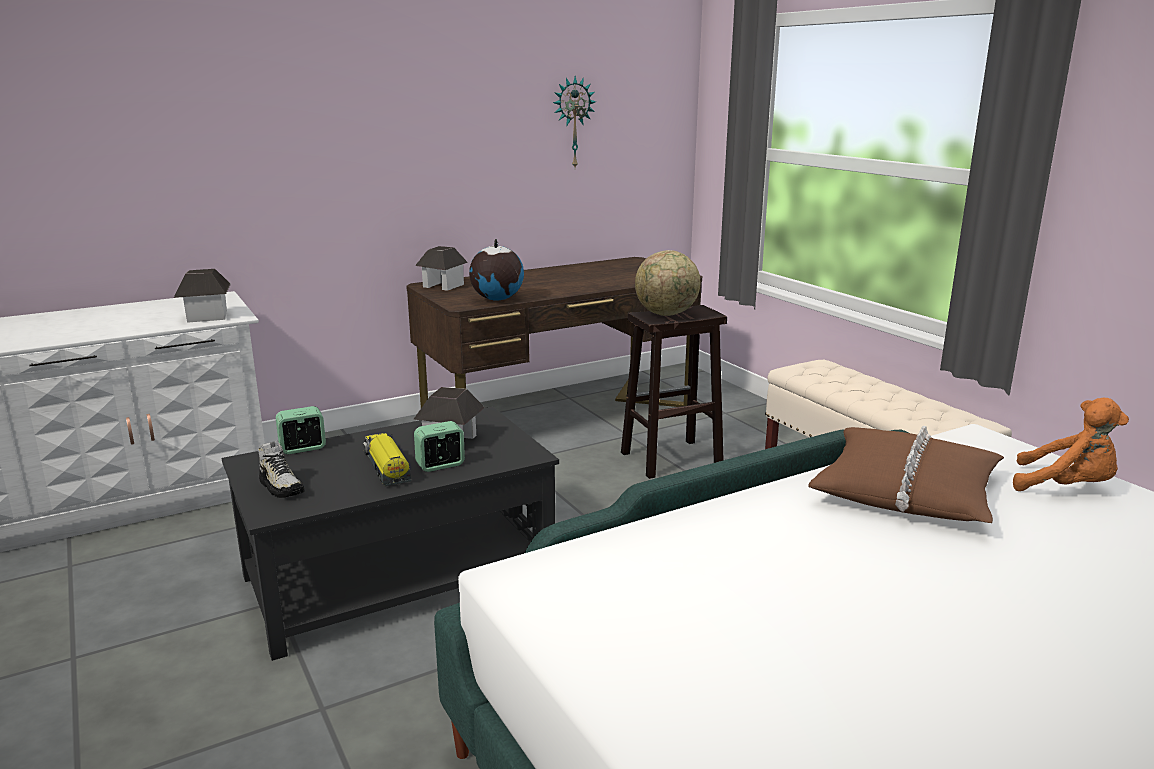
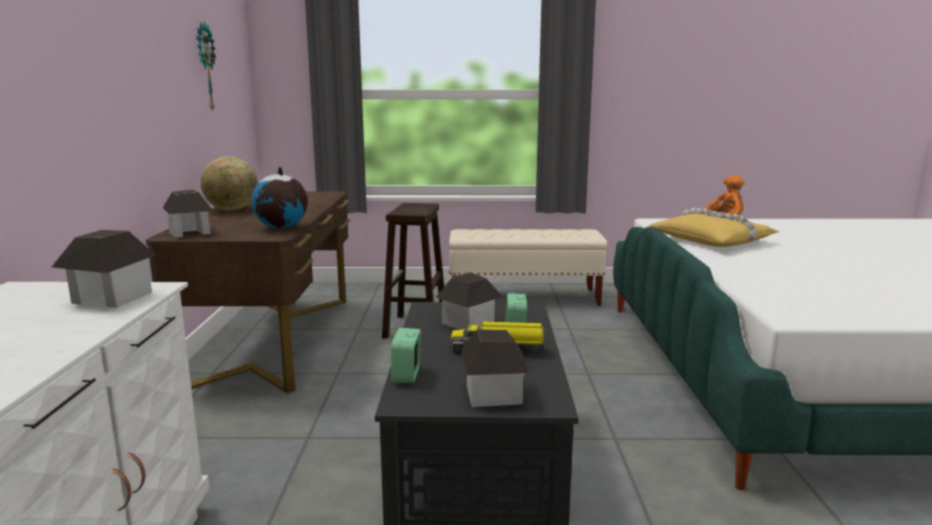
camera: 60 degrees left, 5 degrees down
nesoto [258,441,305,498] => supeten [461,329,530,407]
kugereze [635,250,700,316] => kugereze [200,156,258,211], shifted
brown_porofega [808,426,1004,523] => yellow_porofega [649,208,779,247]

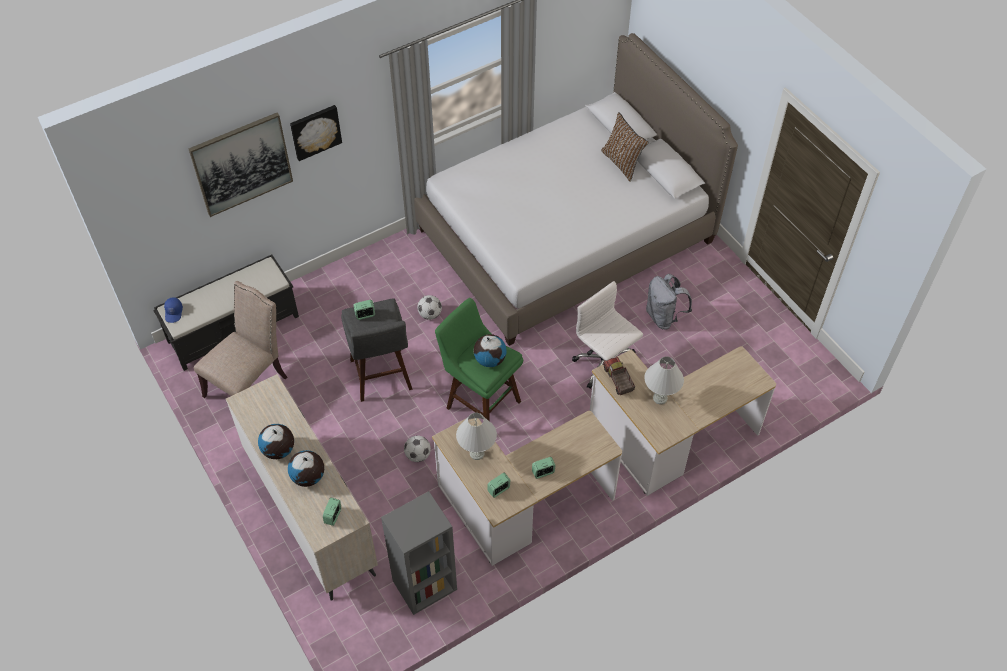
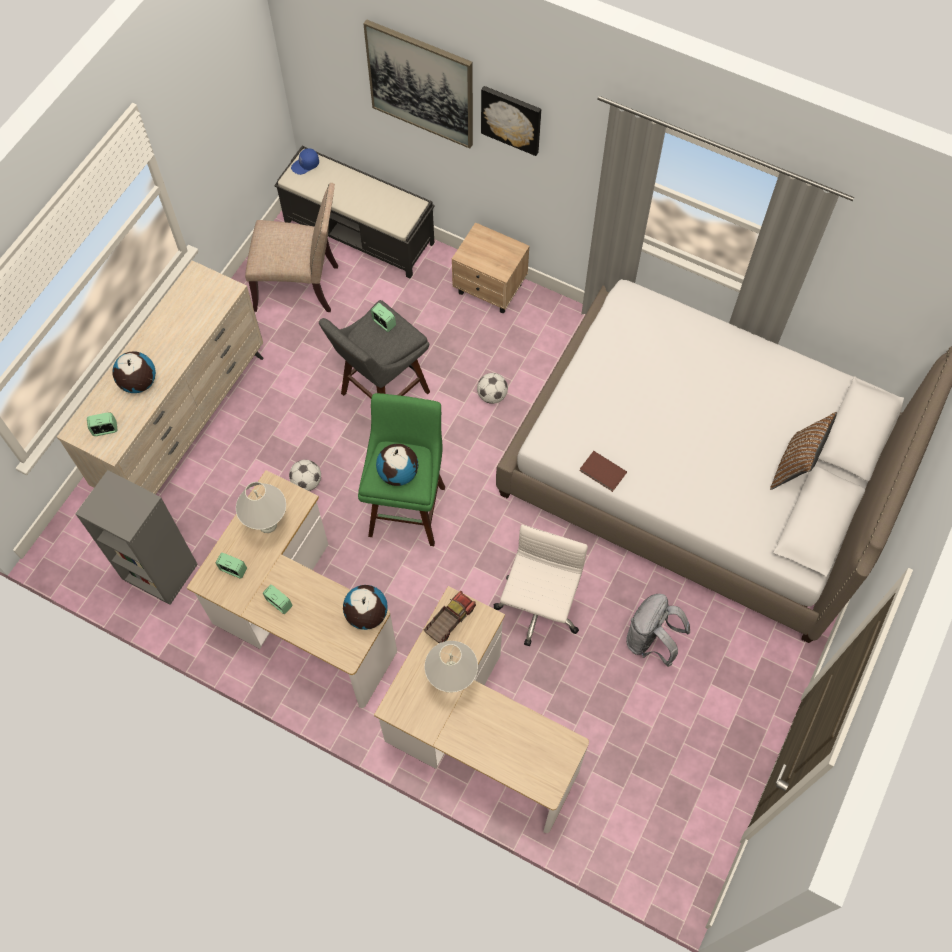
camera: 60 degrees right, 10 degrees up
kugereze [258,424,294,459] => kugereze [343,585,388,630], shifted
nothing => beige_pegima [452,222,530,313]
nothing => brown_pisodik [580,451,627,492]

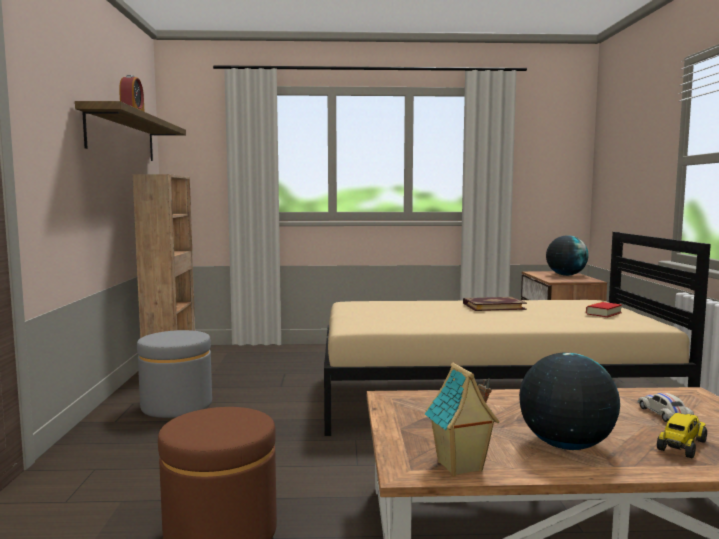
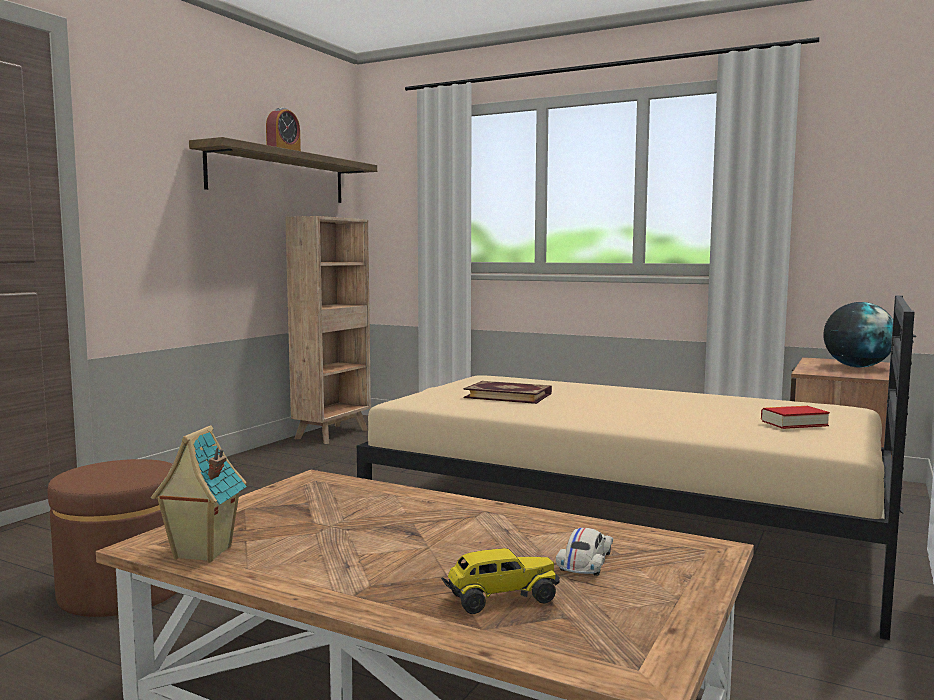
camera: 30 degrees right, 0 degrees up
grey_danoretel [137,330,212,418] => nothing
pisodik [463,297,527,311] => pisodik [463,381,552,404], shifted
kugereze [519,353,620,450] => nothing

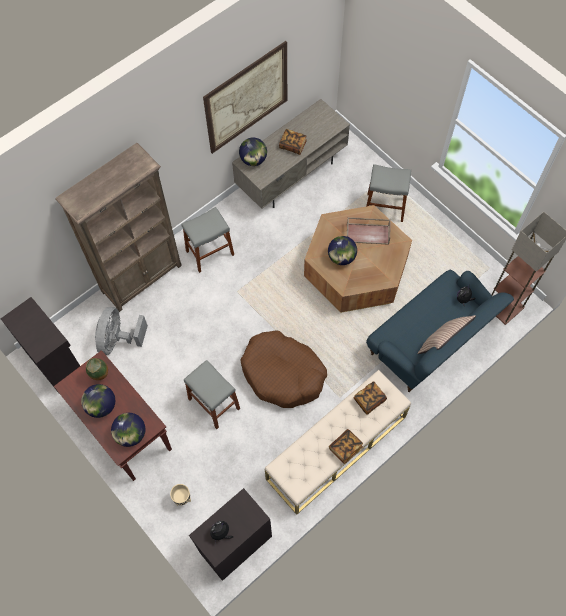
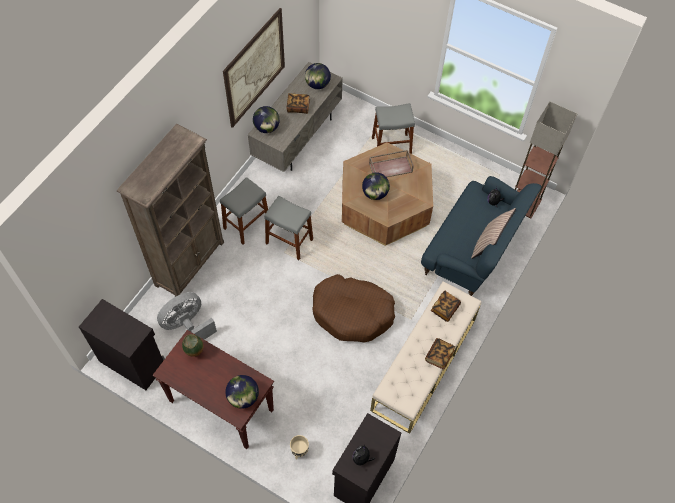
camera: 20 degrees left, 5 degrees down
kugereze [81,384,115,418] => kugereze [305,63,331,89], shifted
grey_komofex [95,307,148,355] => grey_komofex [157,292,217,340], 60 degrees clockwise
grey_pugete [184,360,240,429] => grey_pugete [264,196,313,260], shifted

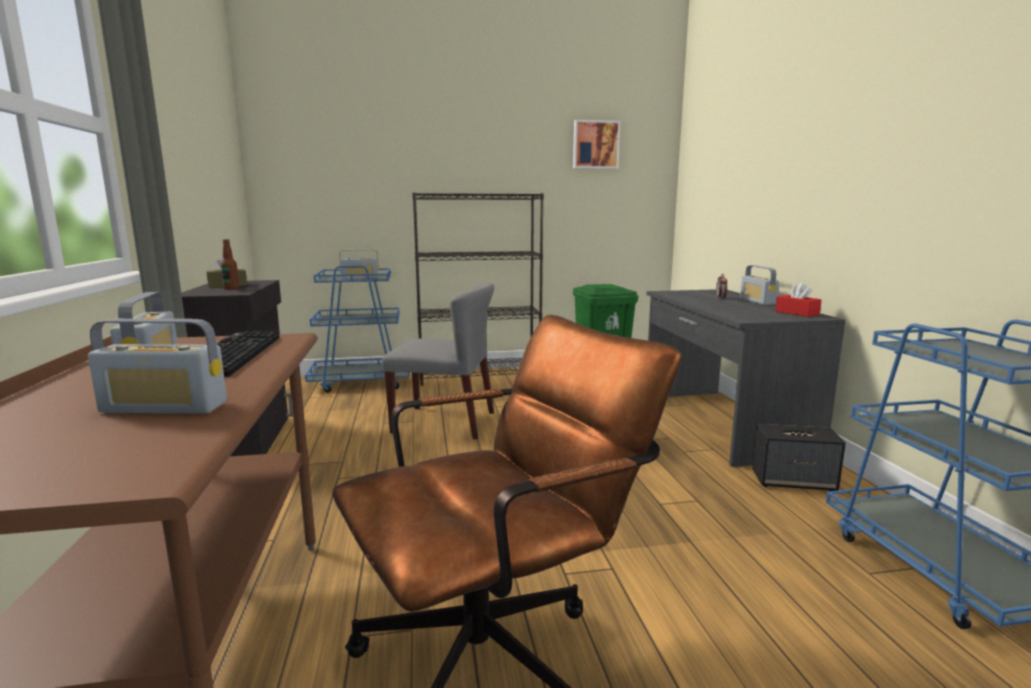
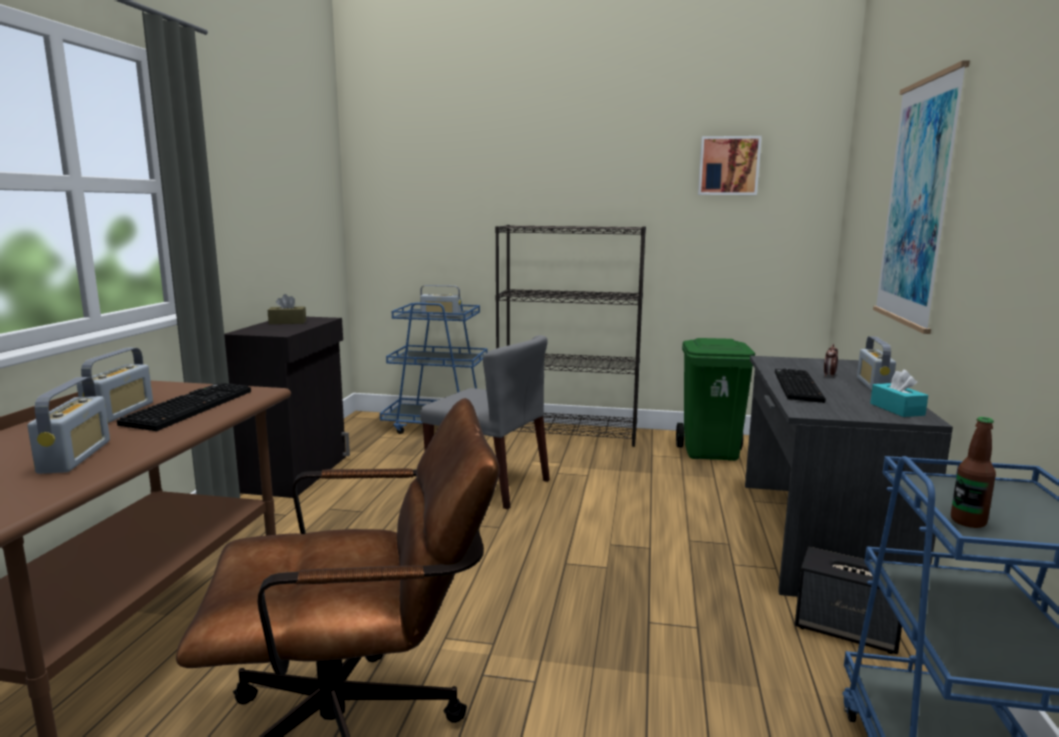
camera: 20 degrees right, 0 degrees up
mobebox [88,319,227,413] => mobebox [27,377,110,474], 120 degrees counterclockwise
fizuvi [221,239,239,290] => fizuvi [951,417,996,528], shifted
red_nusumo [775,282,822,317] => turquoise_nusumo [870,370,928,417]
nothing => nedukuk [775,368,826,403]
nothing => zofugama [873,60,970,334]

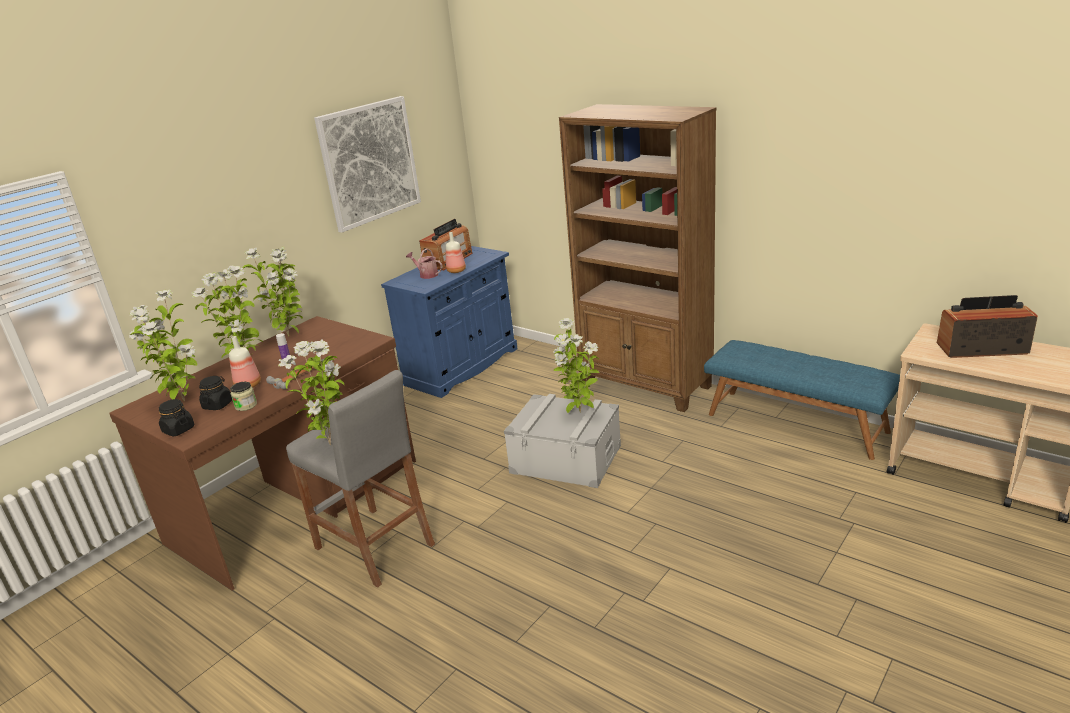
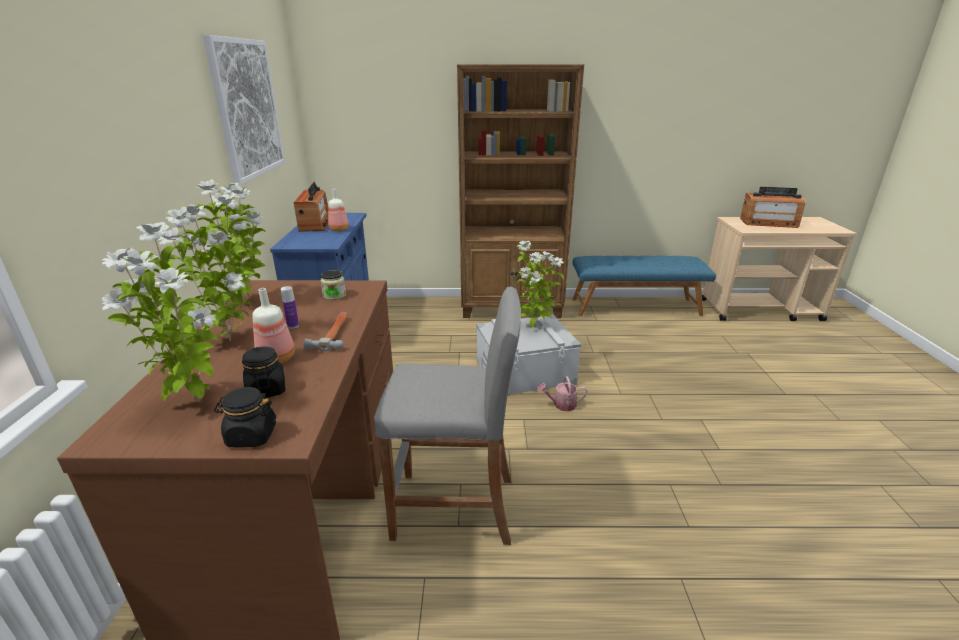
camera: 40 degrees left, 0 degrees up
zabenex [230,382,257,411] => zabenex [321,270,346,300], shifted
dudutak [278,339,344,445] => nothing
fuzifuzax [406,248,442,279] => fuzifuzax [537,376,587,411], shifted
mobebox [937,295,1038,358] => mobebox [740,187,806,228], 135 degrees counterclockwise

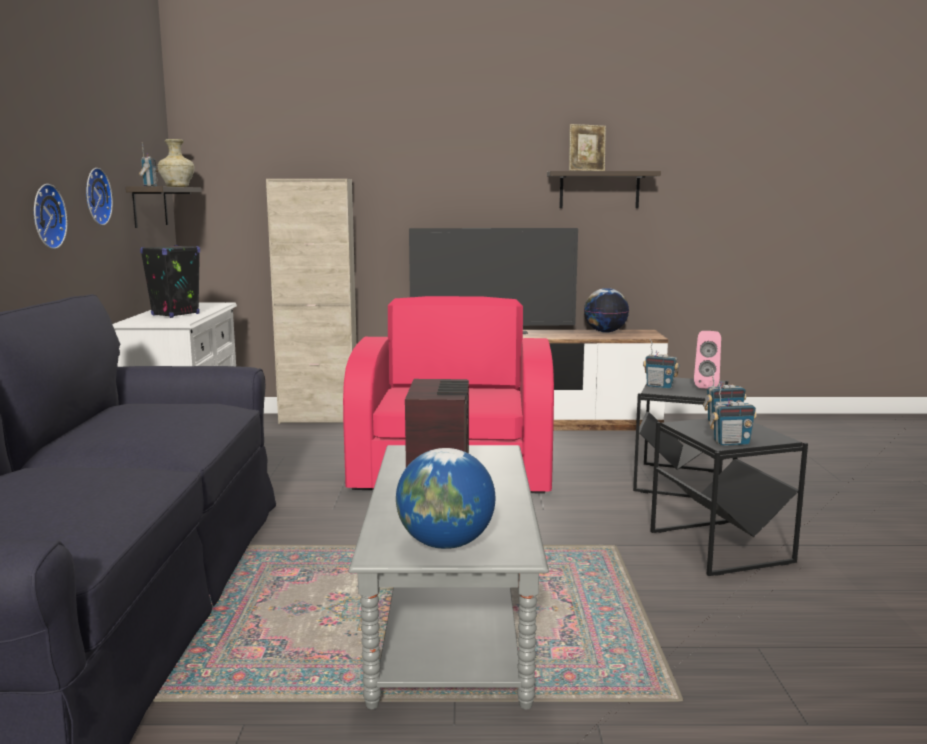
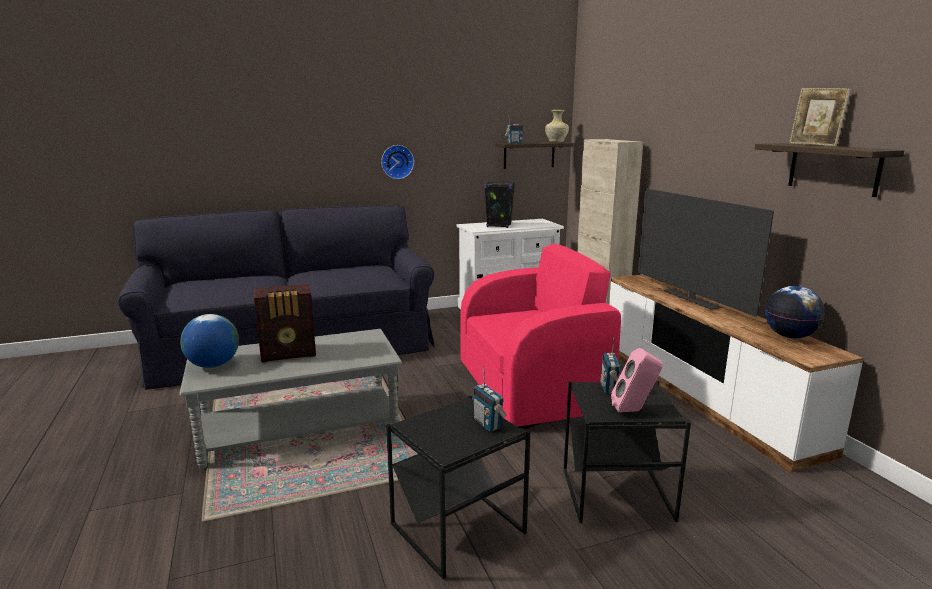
camera: 70 degrees right, 5 degrees up
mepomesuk [86,168,113,226] => nothing
mobebox [709,383,757,446] => nothing

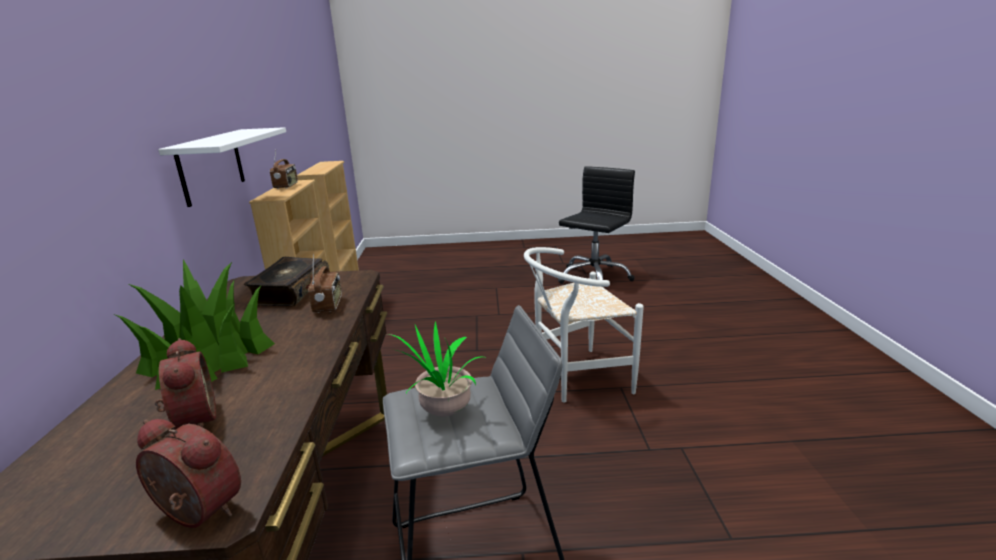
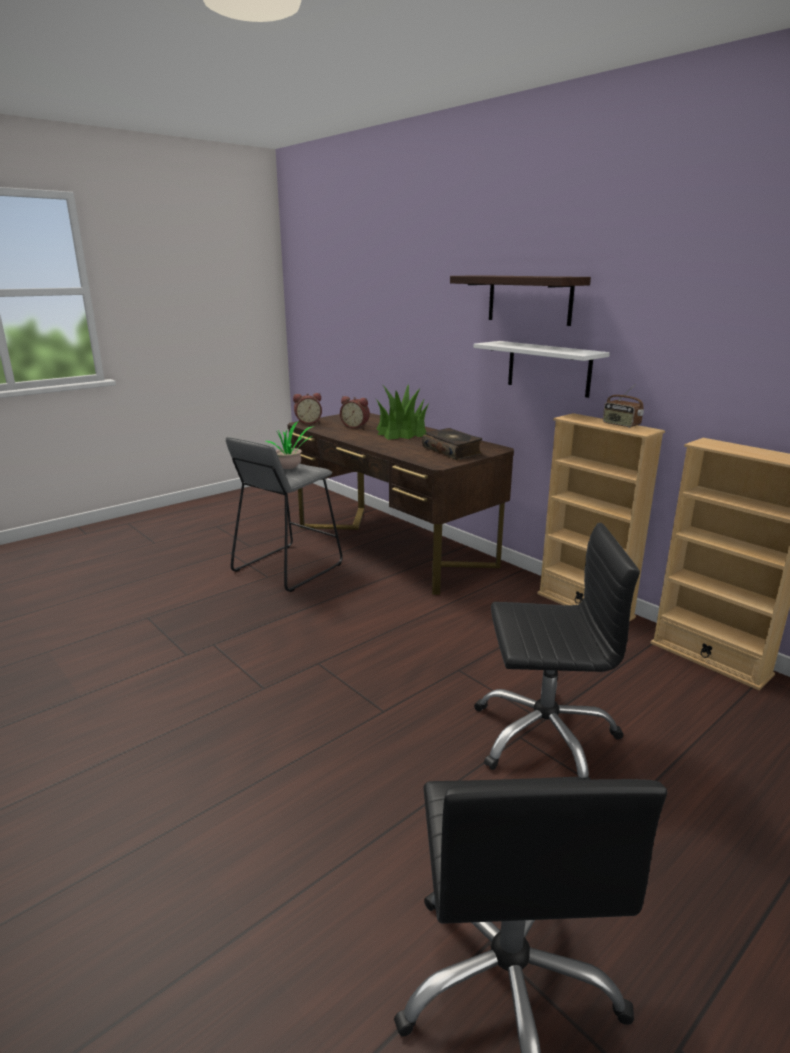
camera: 140 degrees right, 0 degrees up
mobebox [308,255,342,313] => nothing
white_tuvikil [524,247,644,403] => nothing
nothing => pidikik [450,275,591,326]
nothing => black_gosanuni [474,523,640,780]

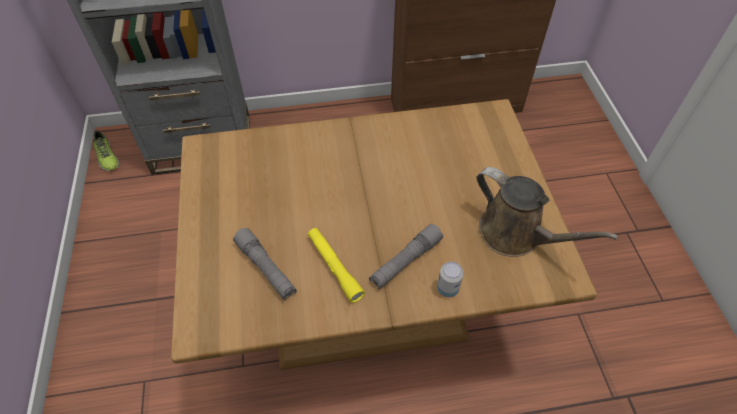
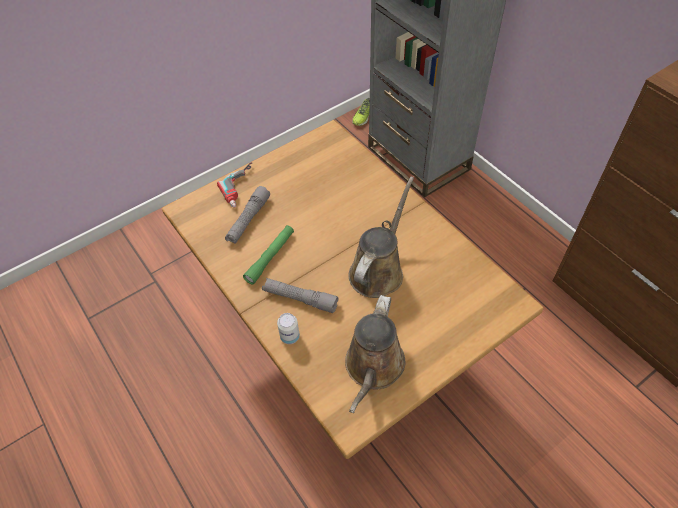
camera: 65 degrees right, 0 degrees up
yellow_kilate [308,228,365,303] => green_kilate [243,225,294,285]
nothing => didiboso [217,162,253,208]
nothing => brown_fuzifuzax [348,177,414,298]

